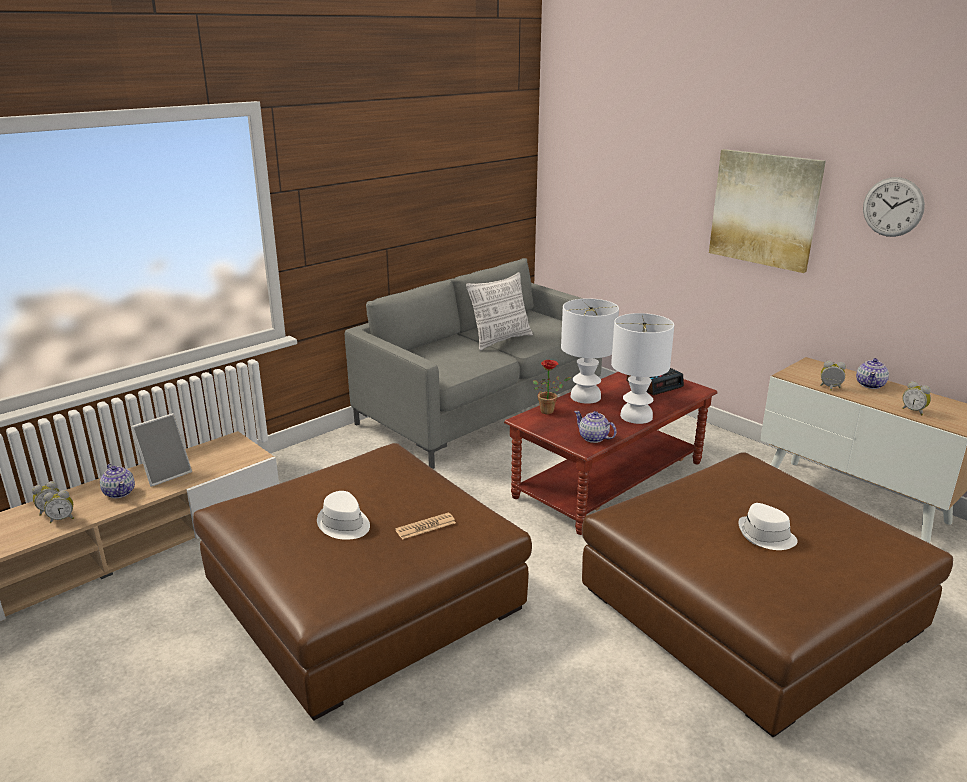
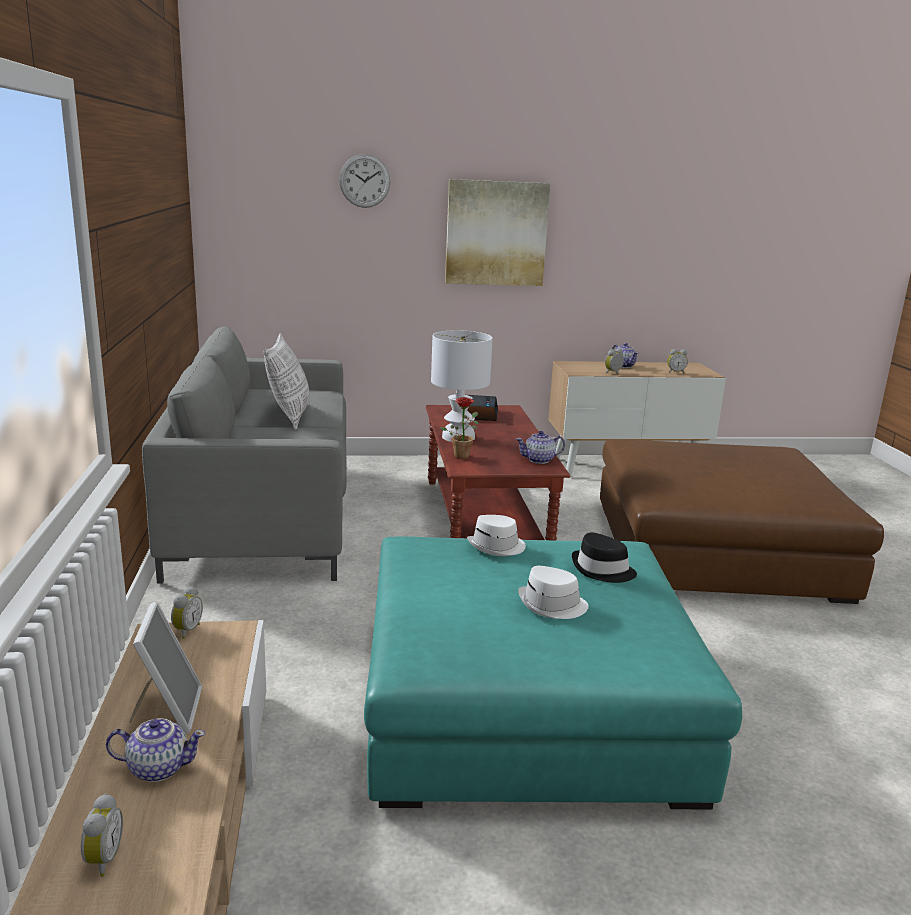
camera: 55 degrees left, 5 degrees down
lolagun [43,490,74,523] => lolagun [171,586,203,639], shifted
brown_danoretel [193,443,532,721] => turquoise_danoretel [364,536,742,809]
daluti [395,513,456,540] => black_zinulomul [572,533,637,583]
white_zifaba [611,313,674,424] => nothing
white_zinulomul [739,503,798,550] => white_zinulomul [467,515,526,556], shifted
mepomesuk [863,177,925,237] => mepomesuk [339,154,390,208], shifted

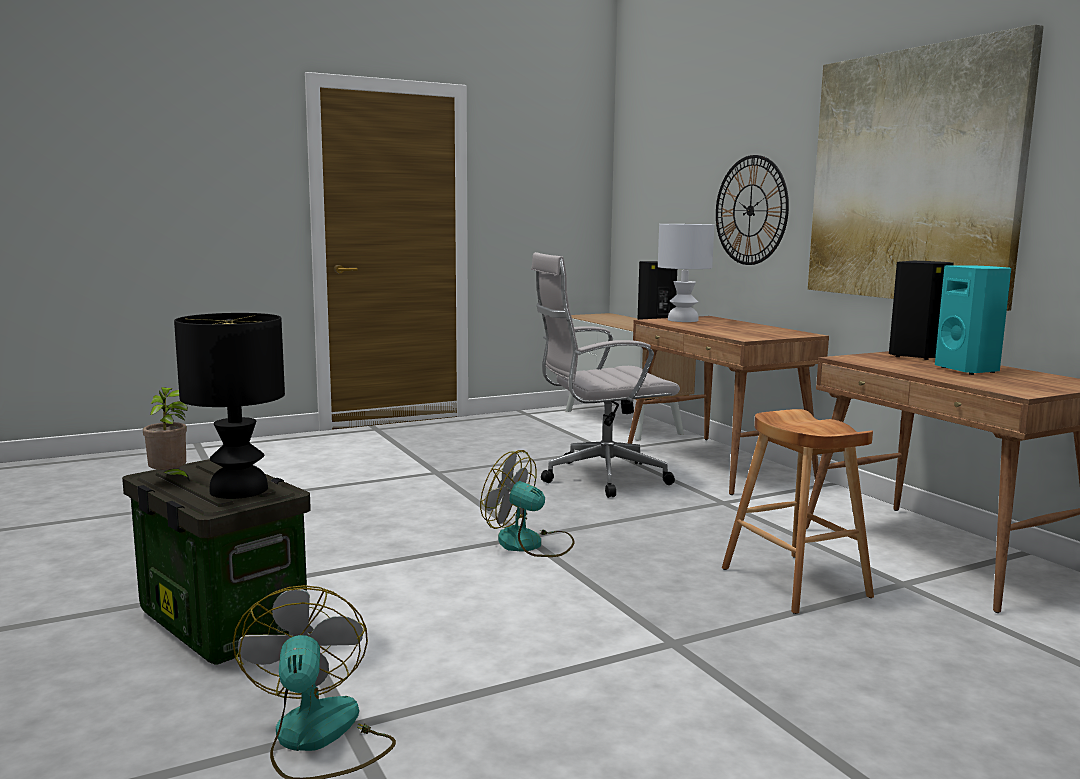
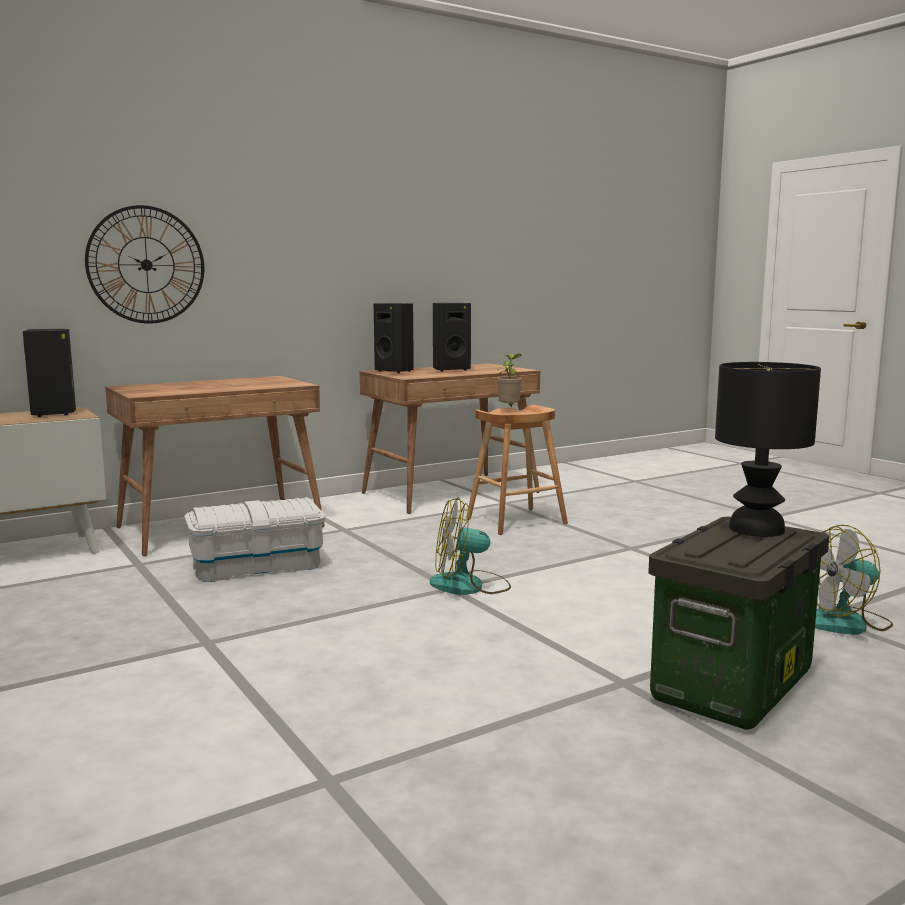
camera: 95 degrees left, 0 degrees up
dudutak [143,387,190,482] => dudutak [497,354,523,407], shifted
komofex [480,450,575,557] => komofex [430,497,511,595], 60 degrees clockwise
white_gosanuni [531,252,680,498] => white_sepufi [184,497,325,582]
white_zifaba [658,224,714,322] => nothing
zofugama [808,24,1044,311] => nothing
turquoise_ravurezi [935,265,1011,375] => black_ravurezi [433,303,471,371]

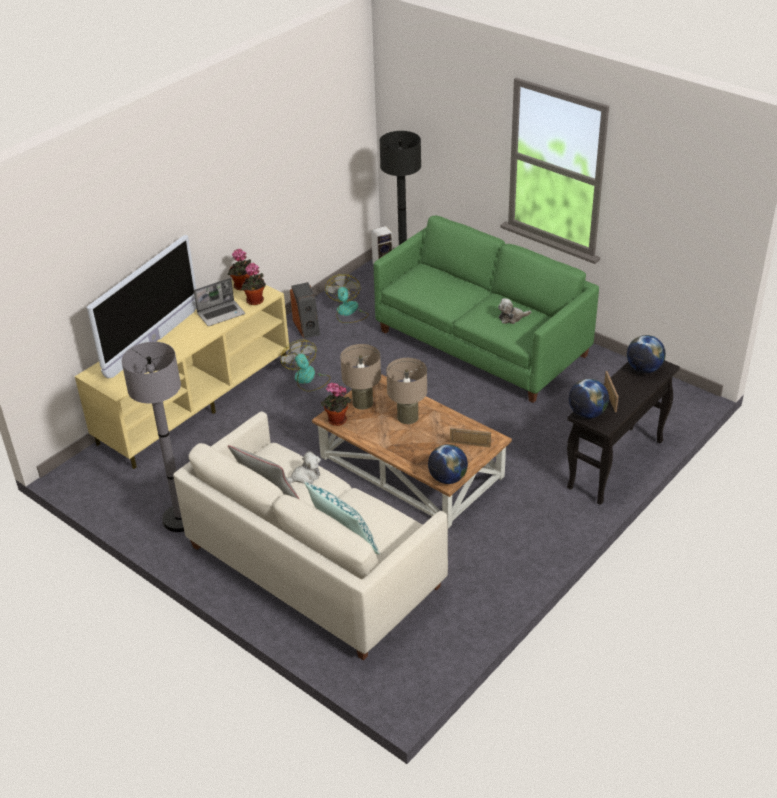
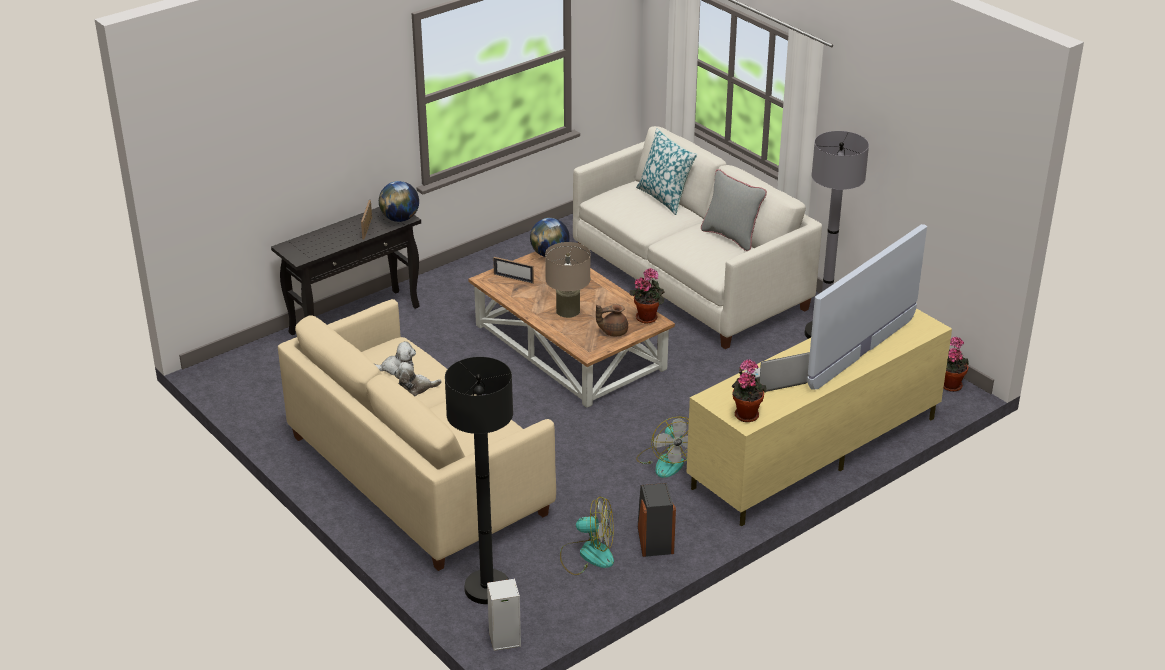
camera: 170 degrees left, 5 degrees down
dudutak [241,263,266,305] => dudutak [943,337,969,392], shifted
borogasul [287,451,321,484] => borogasul [394,362,442,396], shifted
komofex [325,274,369,323] => komofex [560,496,614,575], 90 degrees counterclockwise
beige_zifaba [340,344,381,410] => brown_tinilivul [596,304,628,336]
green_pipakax [374,215,599,403] => beige_pipakax [278,299,556,571]
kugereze [627,335,666,373] => nothing

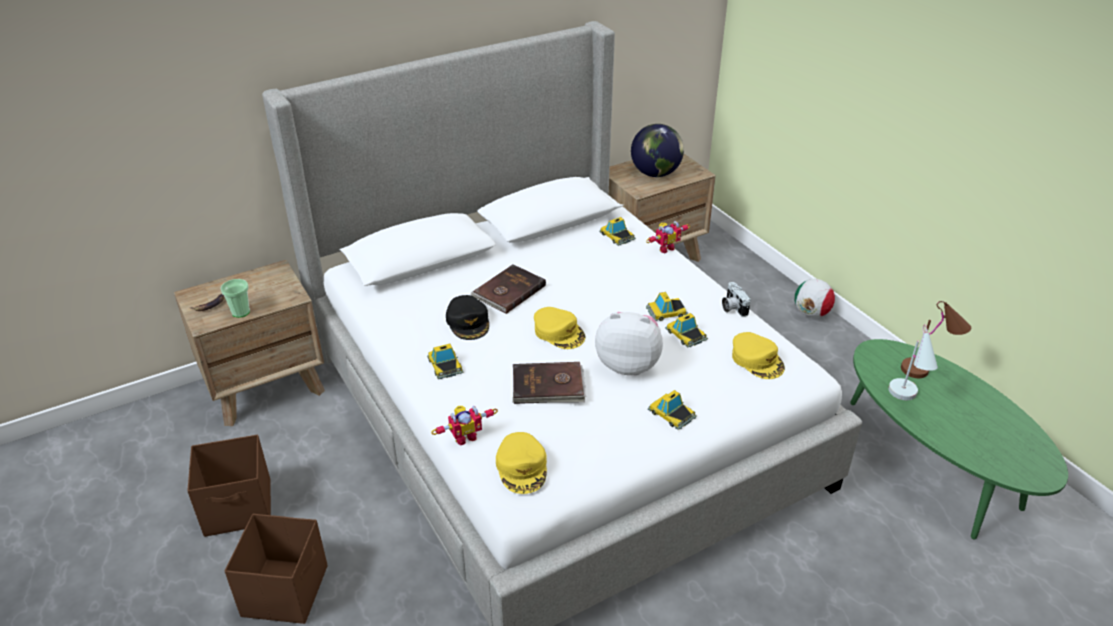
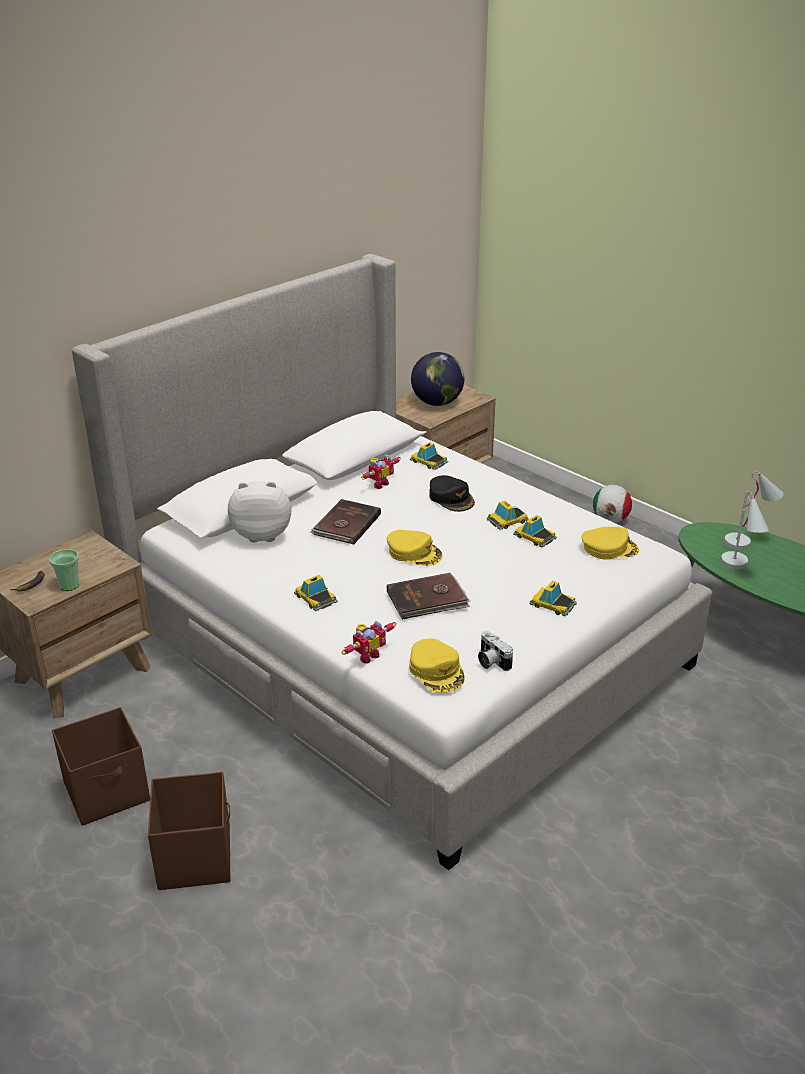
camera: 15 degrees left, 5 degrees down
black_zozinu [446,295,489,340] => black_zozinu [429,475,475,512], shifted
borogasul [595,312,663,375] => borogasul [228,481,291,542], shifted
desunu [646,221,690,253] => desunu [361,454,401,489], shifted
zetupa [722,282,751,317] => zetupa [478,631,513,671], shifted
yellow_zozinu [732,332,785,379] => yellow_zozinu [582,527,639,560], 45 degrees counterclockwise
brown_zifaba [901,301,971,378] => white_zifaba [724,471,784,550]

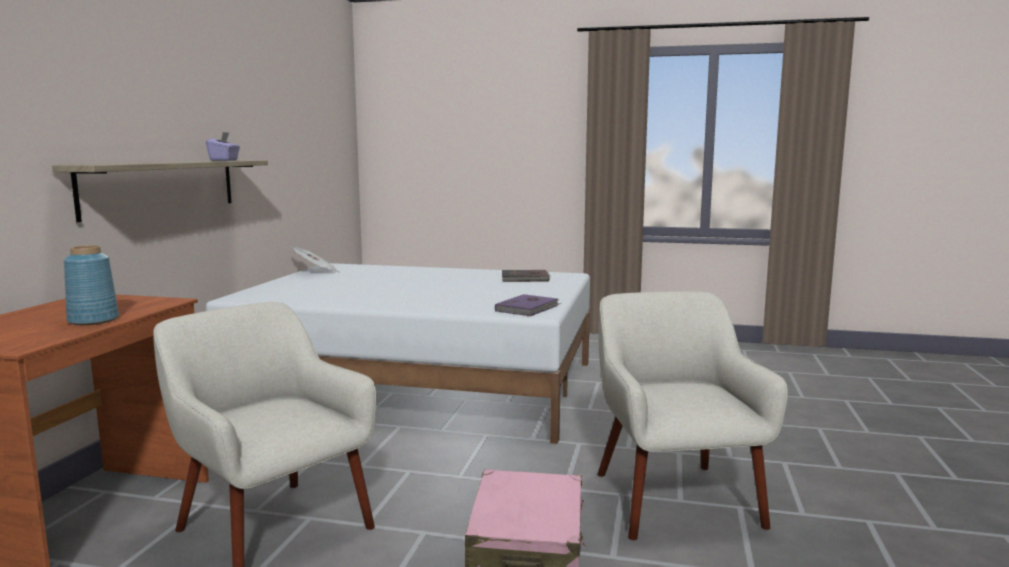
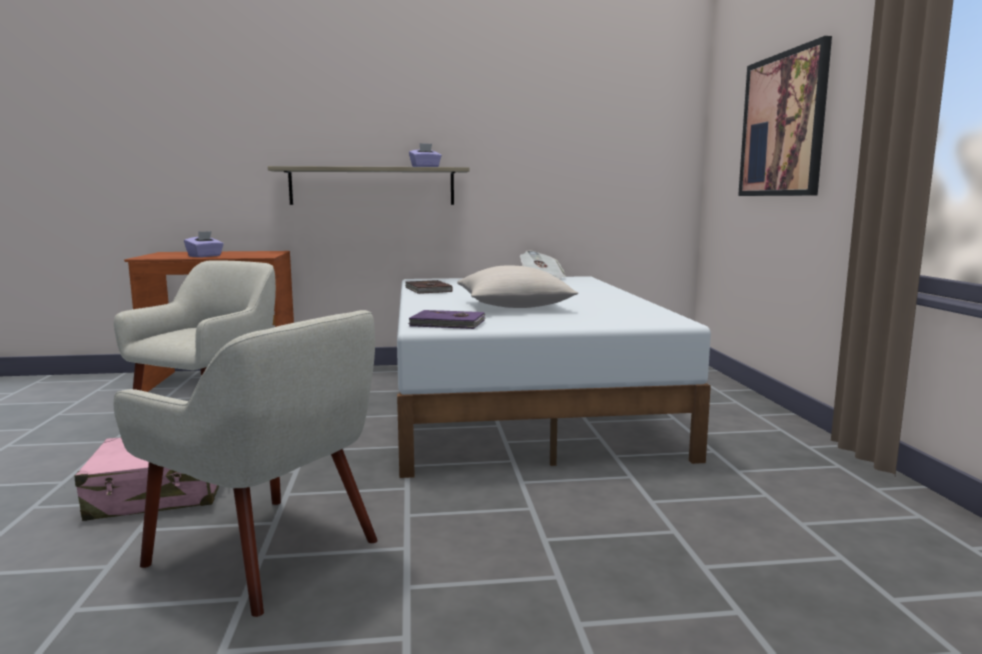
camera: 70 degrees right, 0 degrees up
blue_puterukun [64,245,119,325] => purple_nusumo [184,231,224,257]
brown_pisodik [502,270,551,282] => brown_pisodik [406,280,453,294], shifted
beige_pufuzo [597,291,788,540] => beige_pufuzo [114,310,378,617], 60 degrees clockwise
nothing => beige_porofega [457,265,578,308]
nothing => zofugama [738,36,832,196]

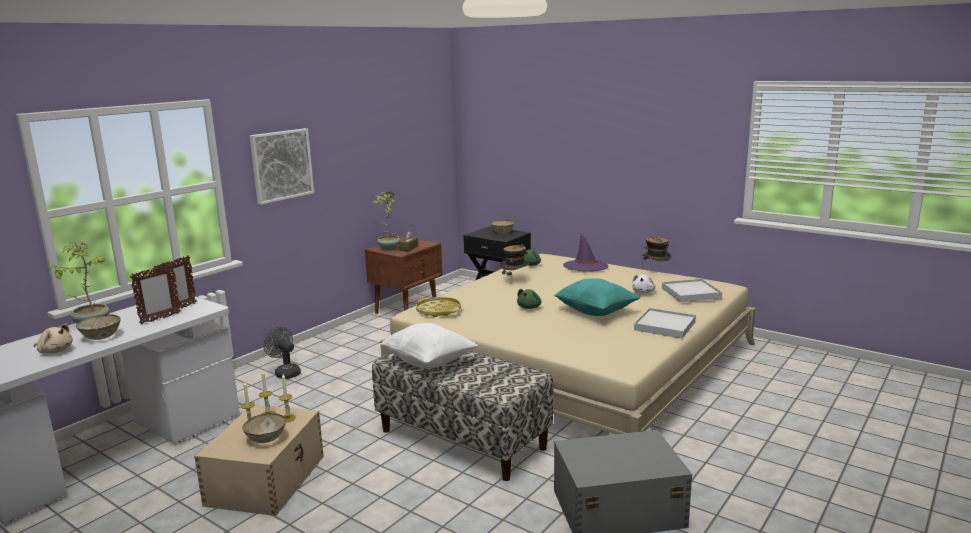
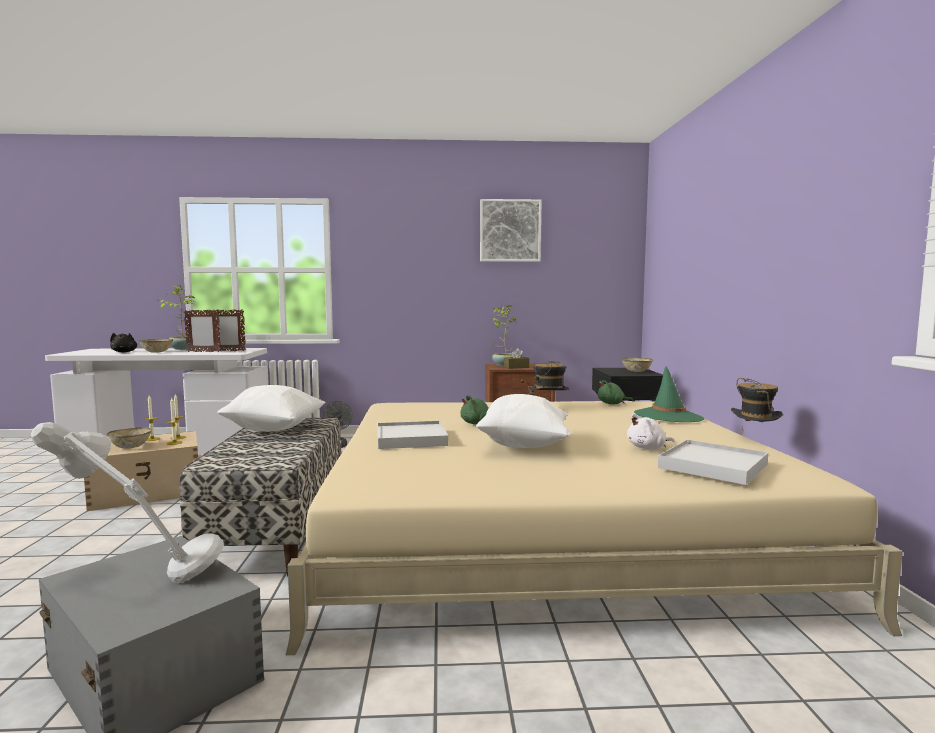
camera: 50 degrees right, 10 degrees down
beige_borogasul [34,323,73,353] => black_borogasul [110,333,137,352]
zofugama [250,128,314,205] => zofugama [480,199,542,262], shifted
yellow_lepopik [416,297,461,317] => nothing
turquoise_porofega [554,278,640,316] => white_porofega [476,394,571,448]
purple_zinulomul [563,233,608,271] => green_zinulomul [634,367,704,422]
white_lepopik [634,308,696,339] => white_lepopik [377,421,448,449], shifted
nothing => grey_zifaba [31,422,224,583]

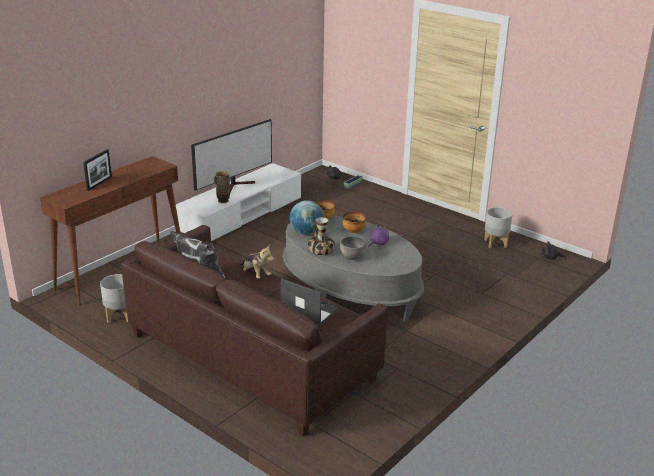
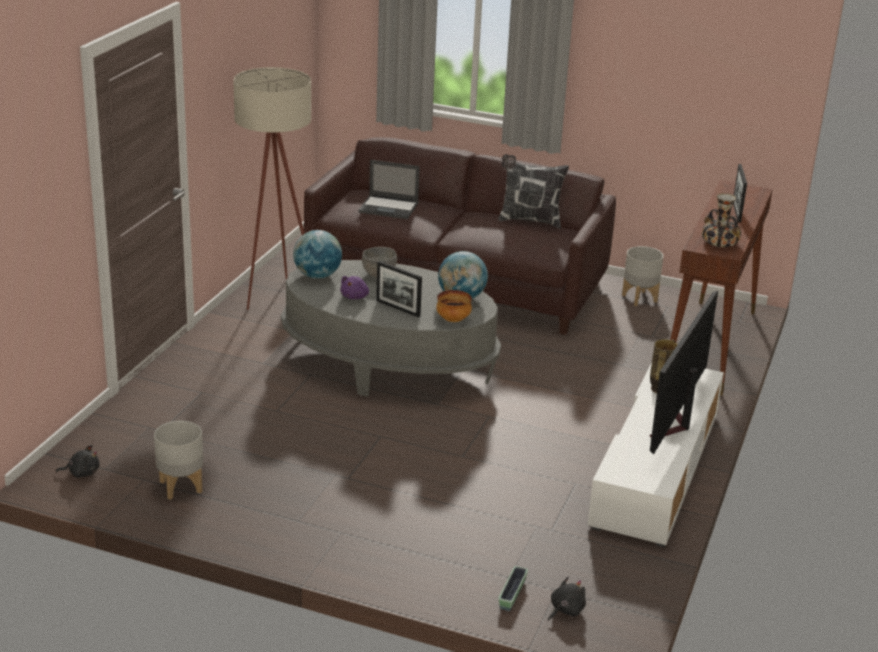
camera: 160 degrees right, 0 degrees up
borogasul [239,246,274,279] => nothing
puterukun [308,217,335,255] => puterukun [702,193,741,247], shifted
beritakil [343,212,366,233] => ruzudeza [376,261,422,317]
nothing => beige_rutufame [233,67,311,310]
nothing => kugereze [293,230,342,279]

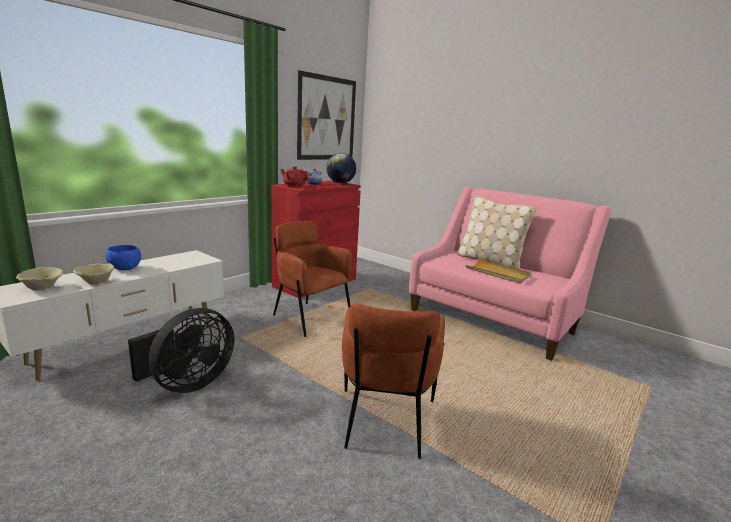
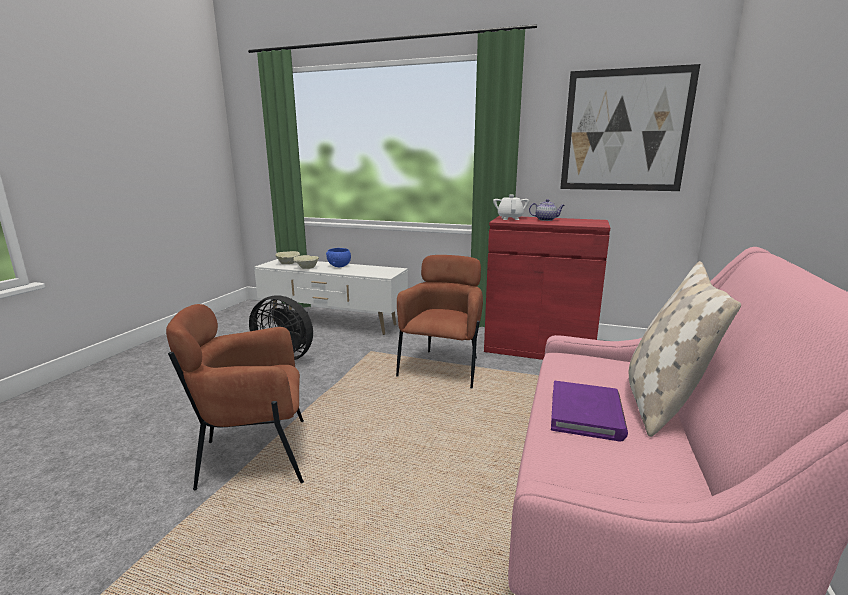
camera: 70 degrees right, 0 degrees up
red_tinilivul [281,167,309,188] => white_tinilivul [493,195,529,220]
kugereze [326,153,356,184] => nothing
beige_lepopik [466,259,532,284] => purple_pisodik [551,381,628,442]

